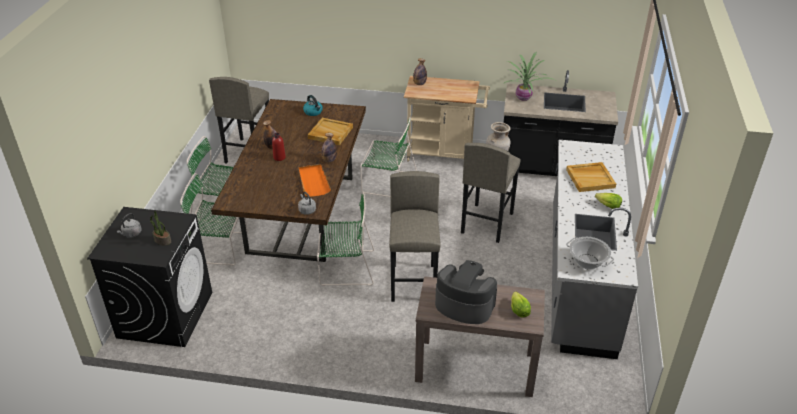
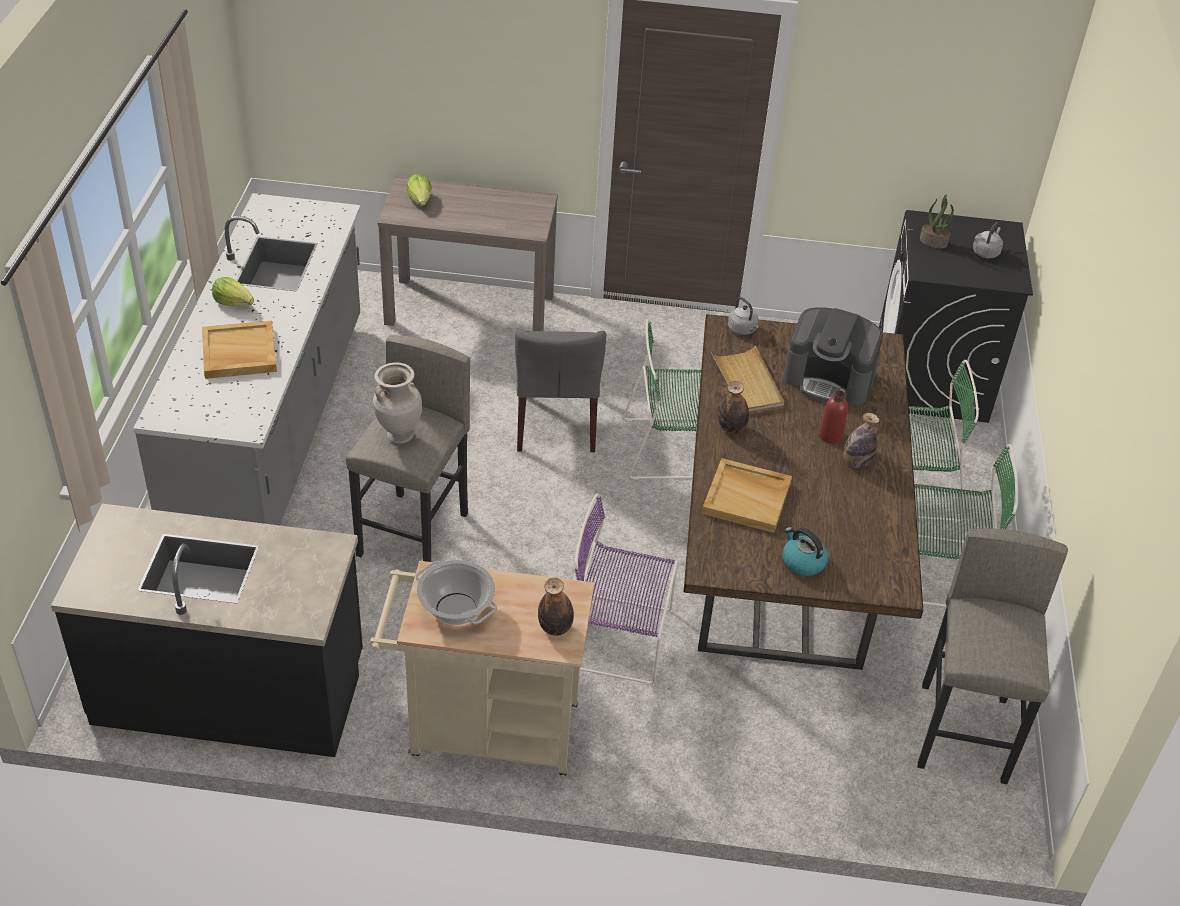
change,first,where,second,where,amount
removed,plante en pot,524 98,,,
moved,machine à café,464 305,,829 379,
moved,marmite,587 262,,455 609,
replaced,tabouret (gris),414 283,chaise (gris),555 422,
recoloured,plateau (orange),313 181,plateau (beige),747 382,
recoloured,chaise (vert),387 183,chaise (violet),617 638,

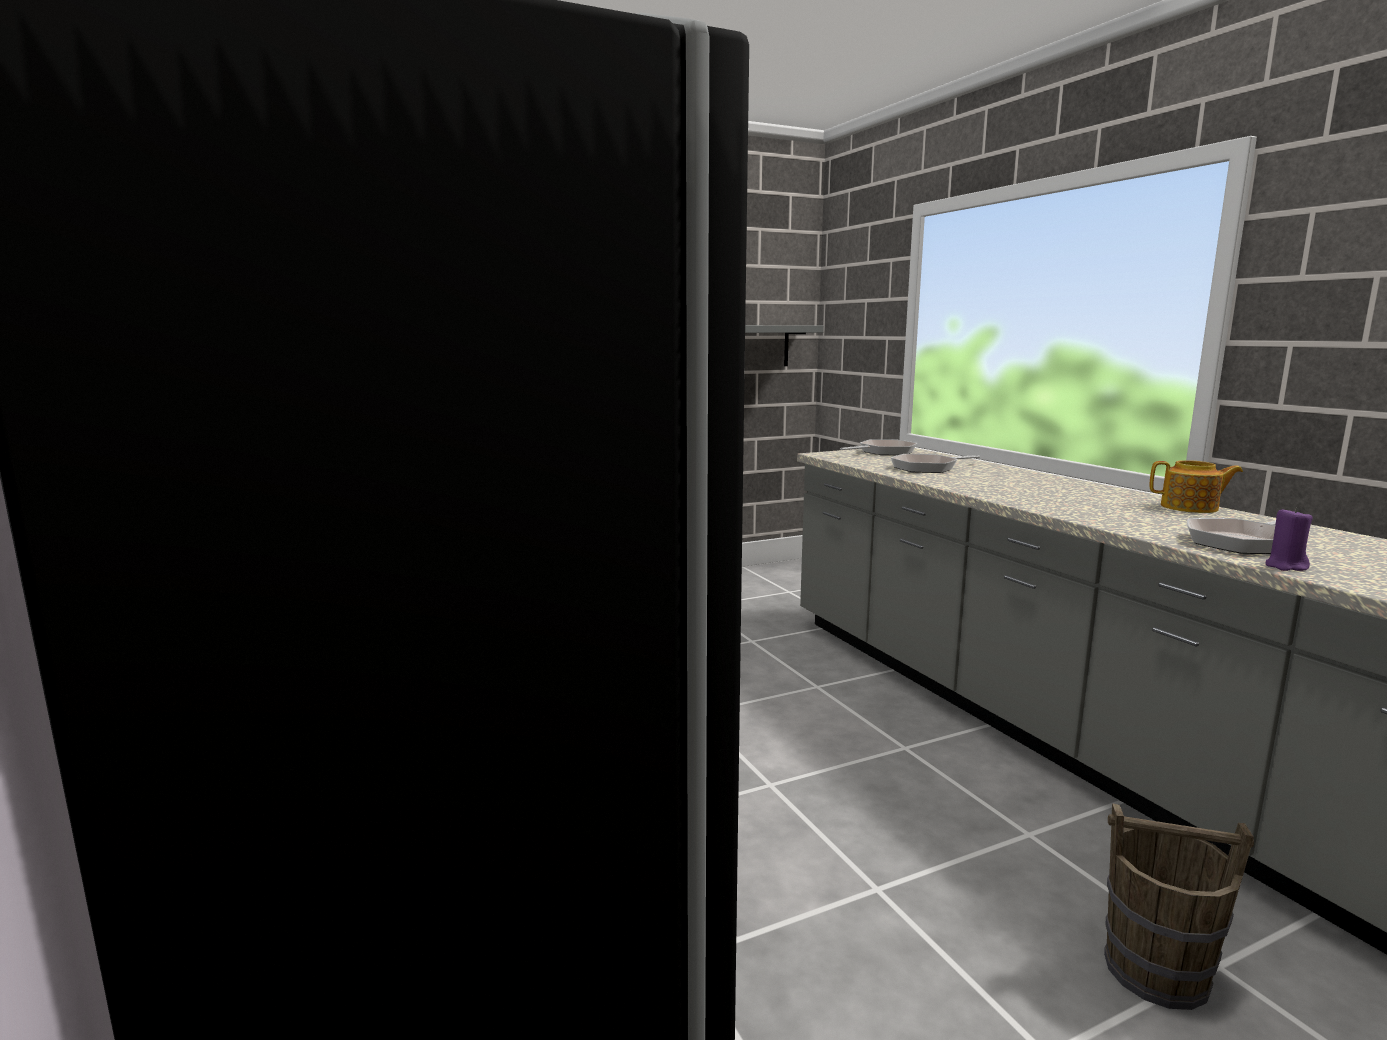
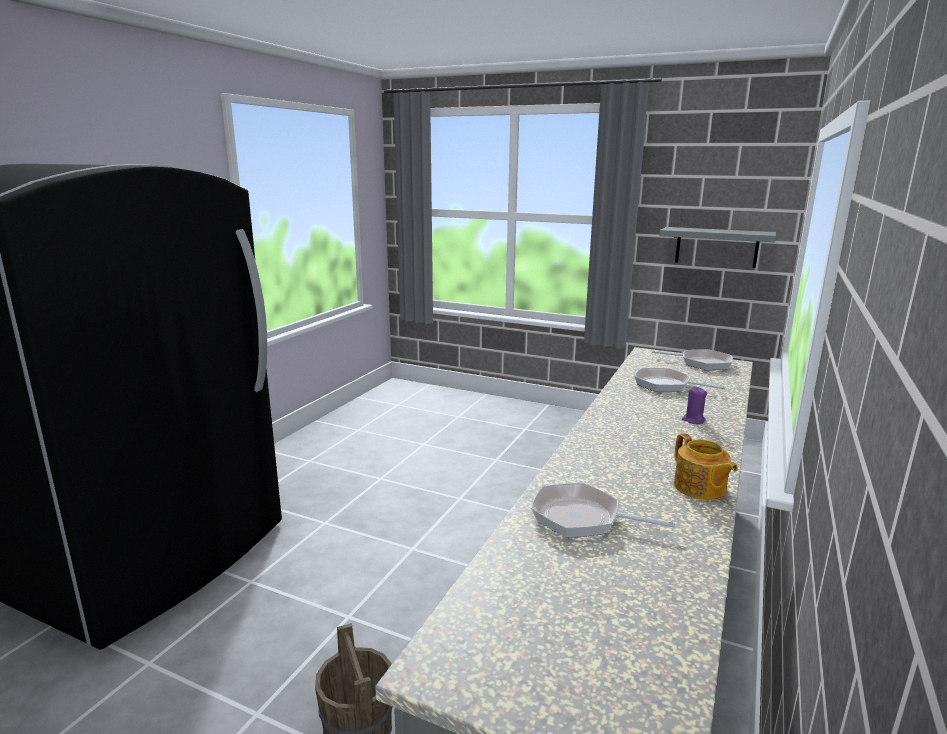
change,first,where,second,where,amount
moved,bougie (violet),1285 566,,693 420,

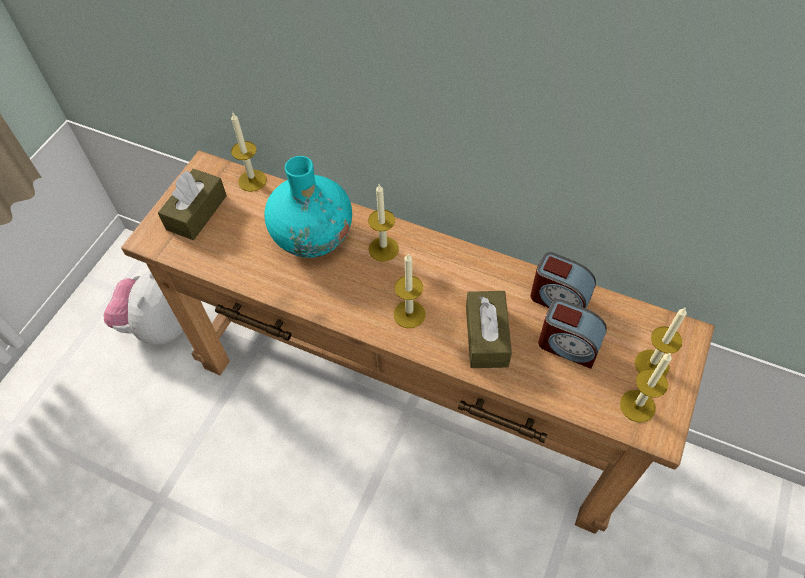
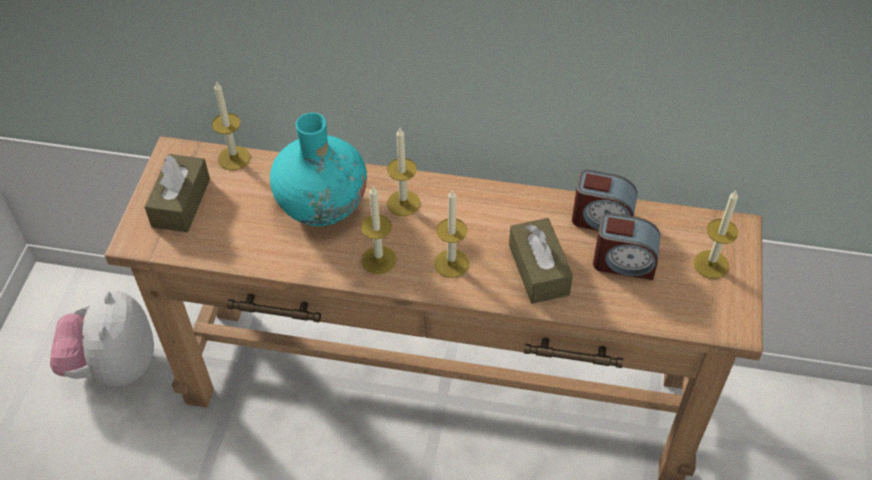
change,first,where,second,where,amount
moved,bougie,637 406,,379 260,

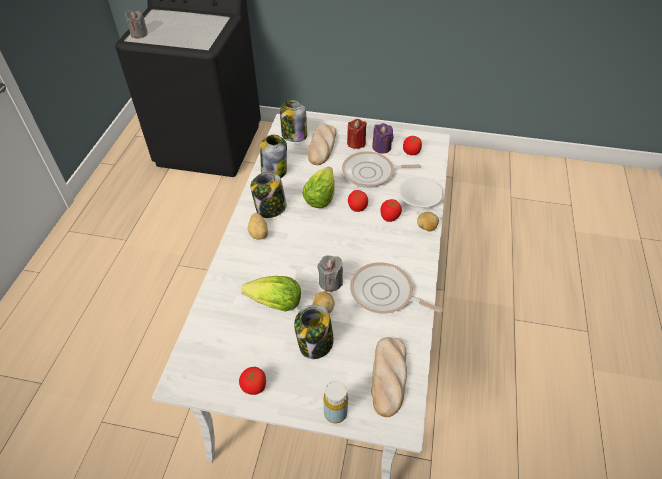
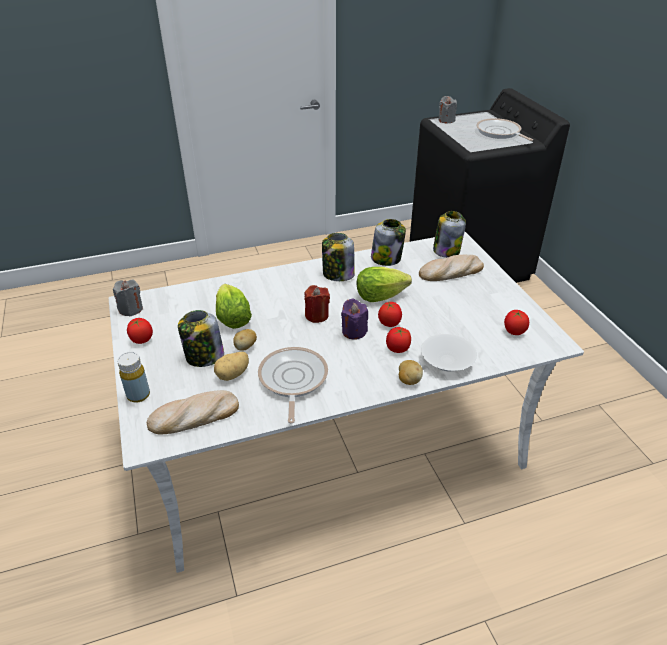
change,first,where,second,where,amount
moved,pomme de terre,259 233,,233 374,
moved,bougie (gris),330 282,,131 309,
moved,poêle,371 173,,499 133,
moved,bougie (rouge),356 143,,316 315,
moved,bougie (violet),381 147,,354 331,

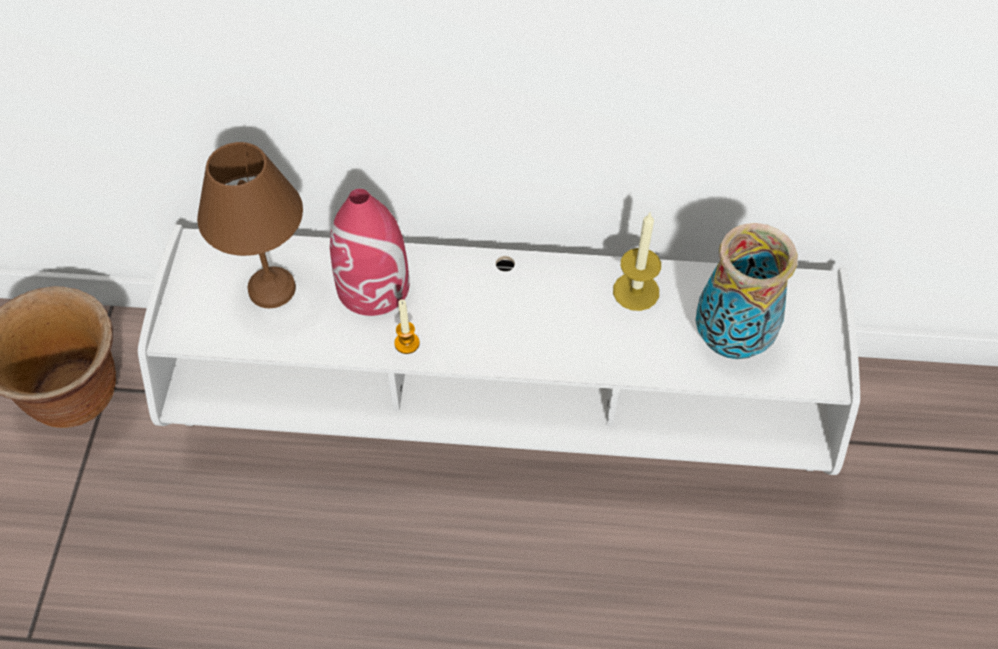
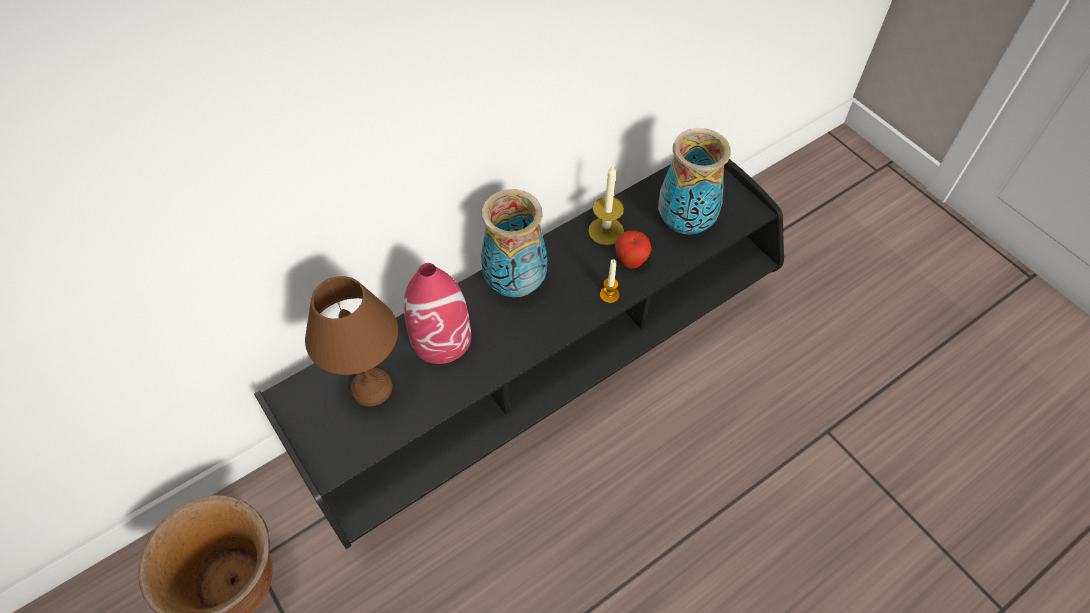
change,first,where,second,where,amount
added,,,vase,516 284,
added,,,pomme,630 262,
moved,bougie,407 343,,609 295,
recoloured,meuble télé (blanc),500 414,meuble télé (noir),545 376,

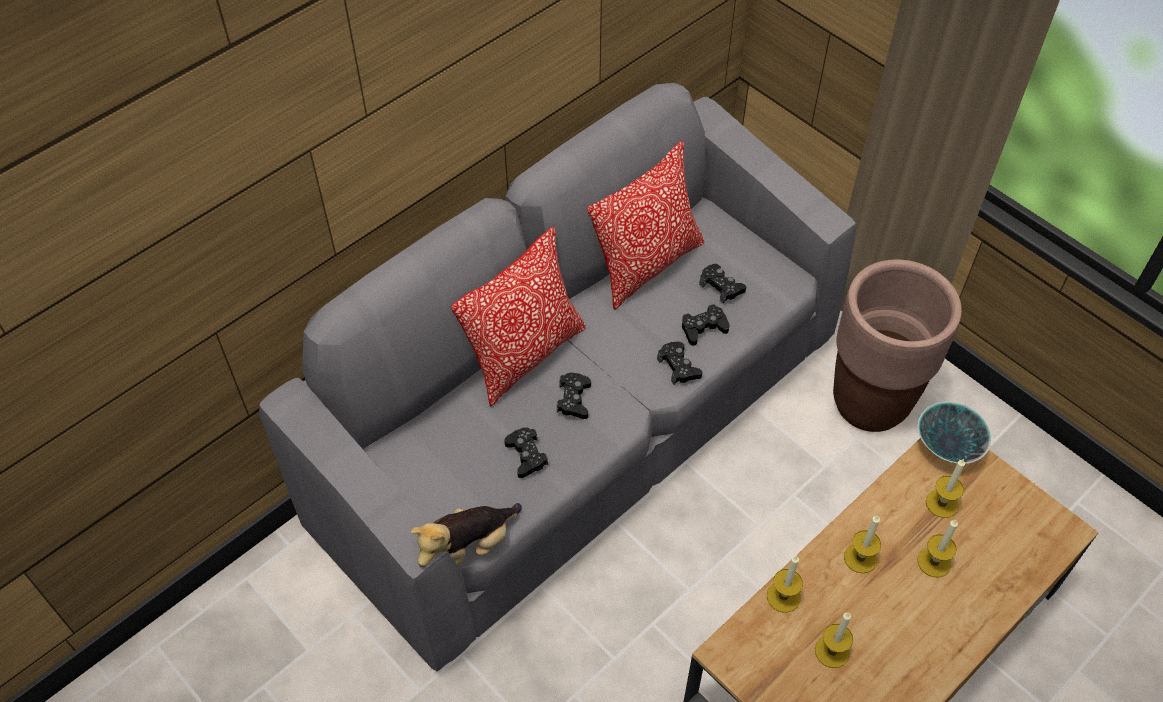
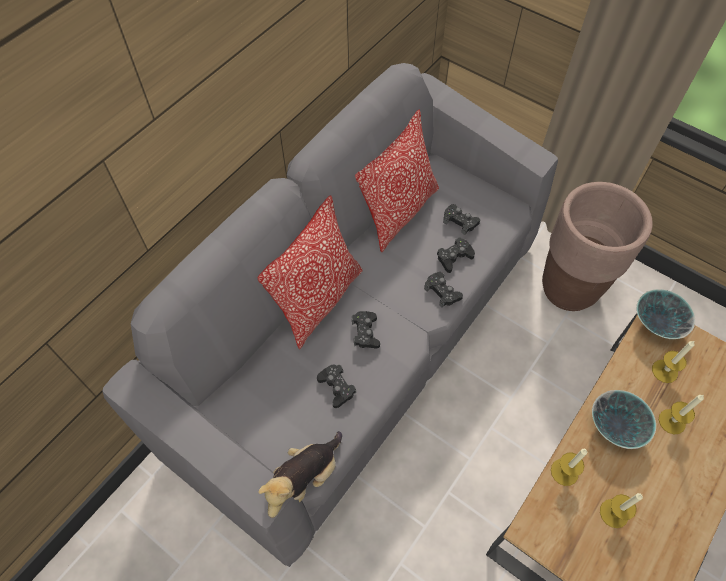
change,first,where,second,where,amount
replaced,bougie,860 558,bol,615 428,

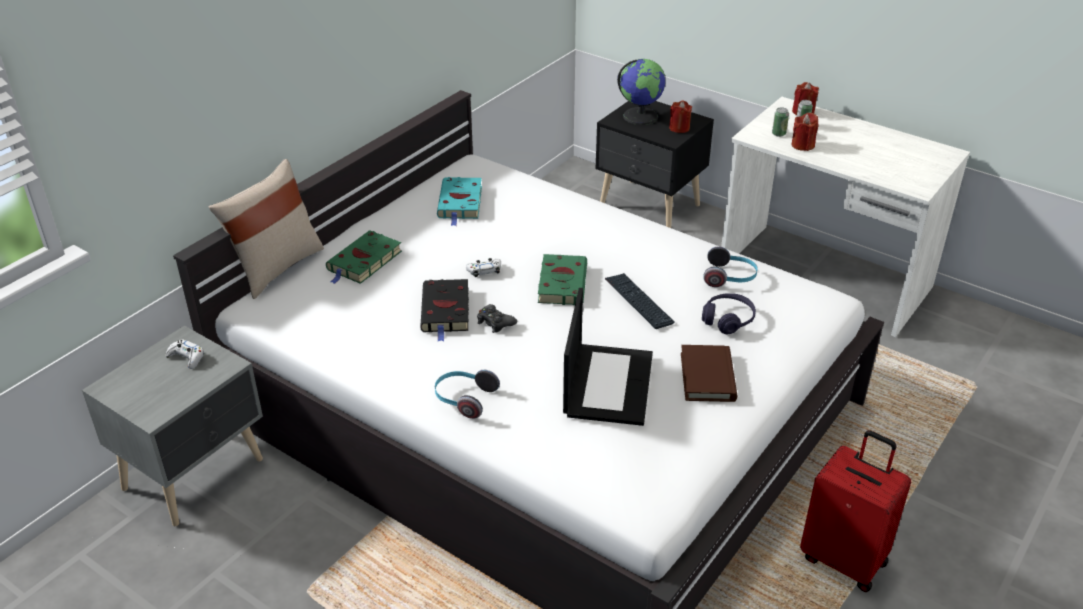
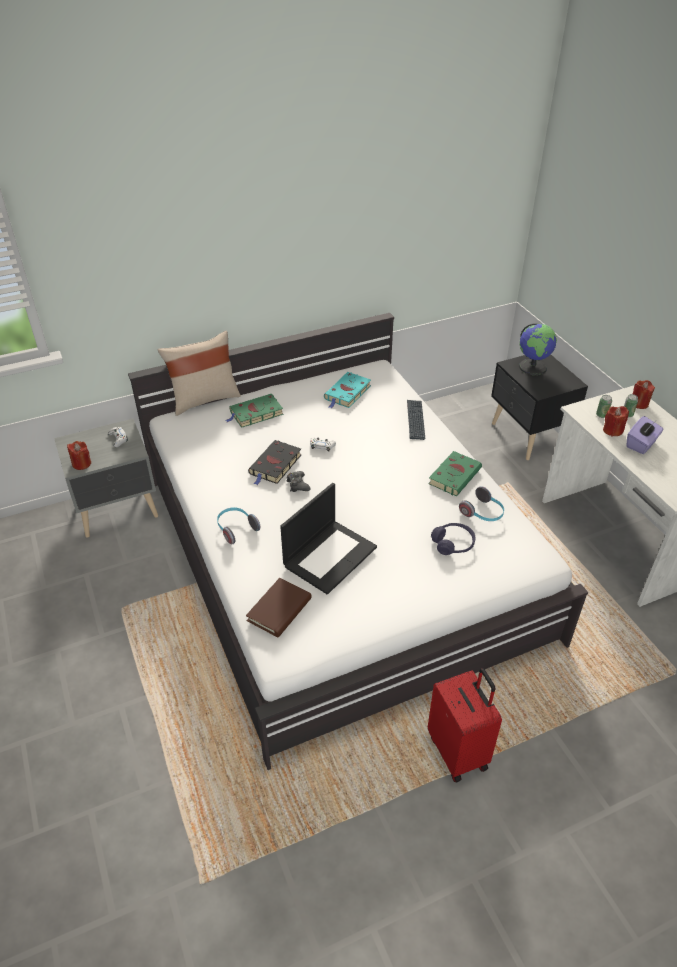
change,first,where,second,where,amount
added,,,boîte à mouchoirs (violet),641 444,
moved,livre (vert),562 282,,455 475,
moved,clavier,638 302,,415 420,
moved,bougie (rouge),679 128,,81 464,
moved,livre (marron),707 377,,279 610,

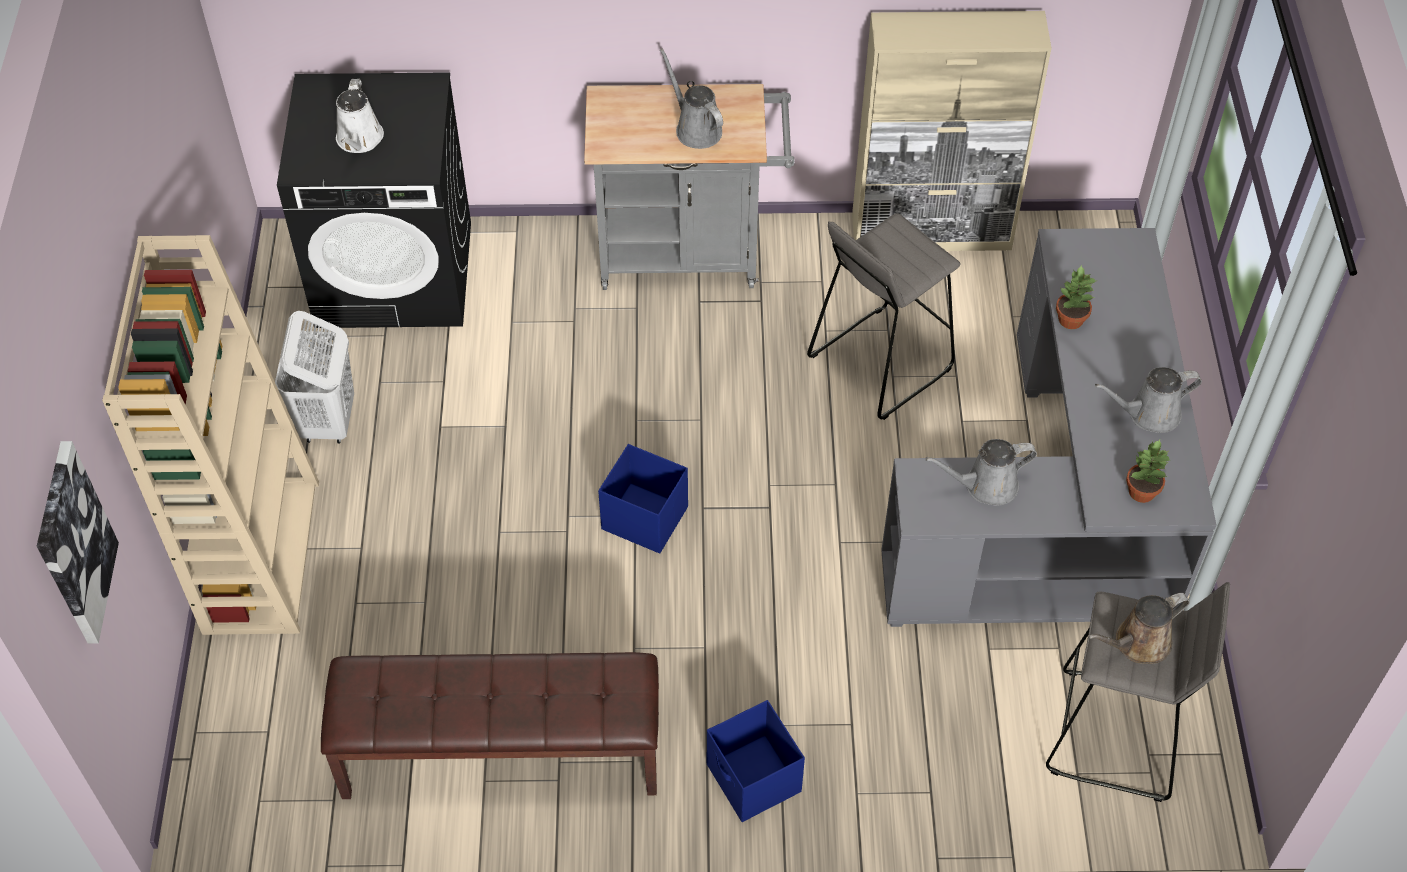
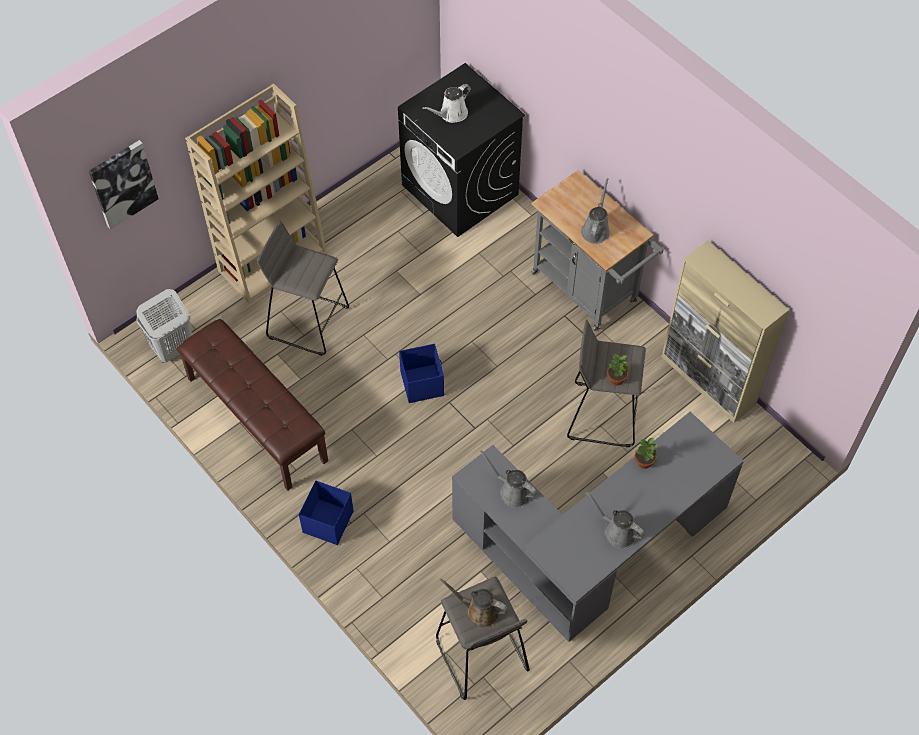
change,first,where,second,where,amount
added,,,tabouret (gris),308 321,
moved,panier à linge (blanc),328 422,,172 348,
moved,plante en pot,1141 492,,616 379,

